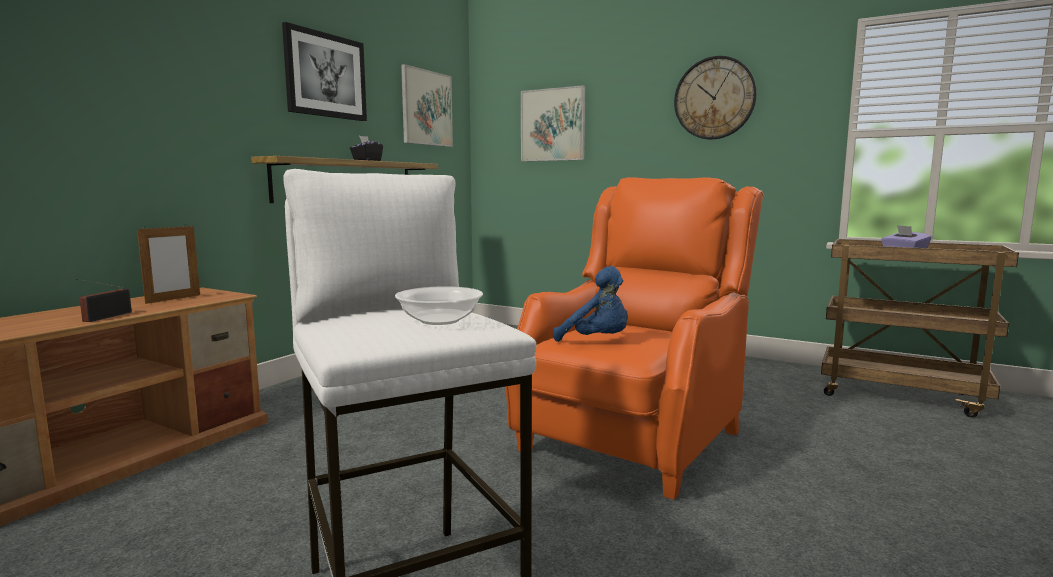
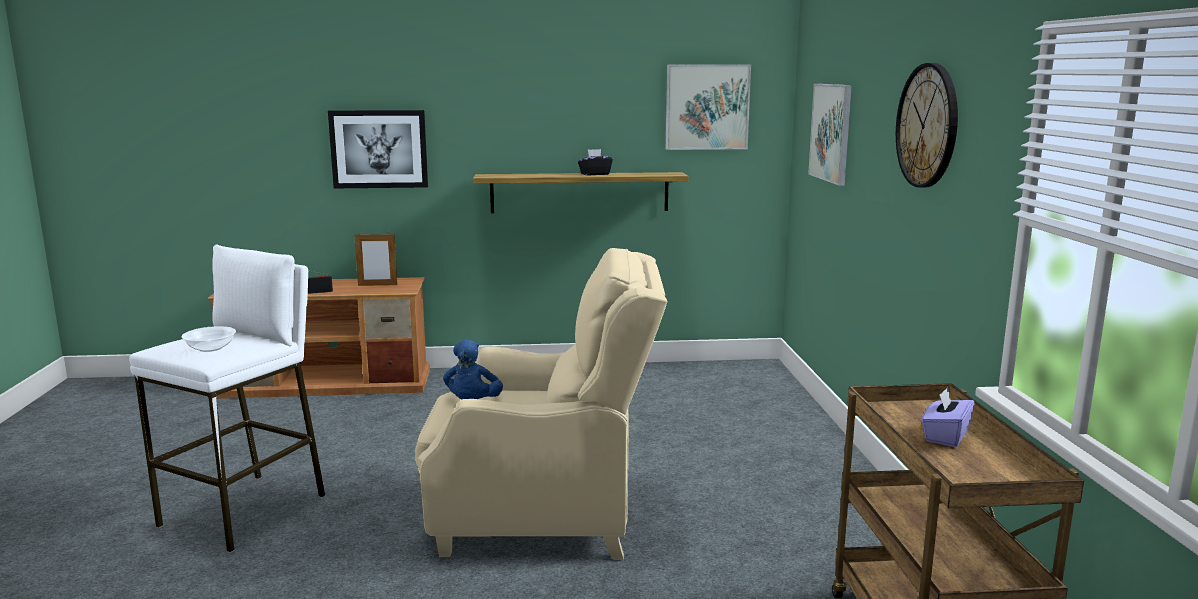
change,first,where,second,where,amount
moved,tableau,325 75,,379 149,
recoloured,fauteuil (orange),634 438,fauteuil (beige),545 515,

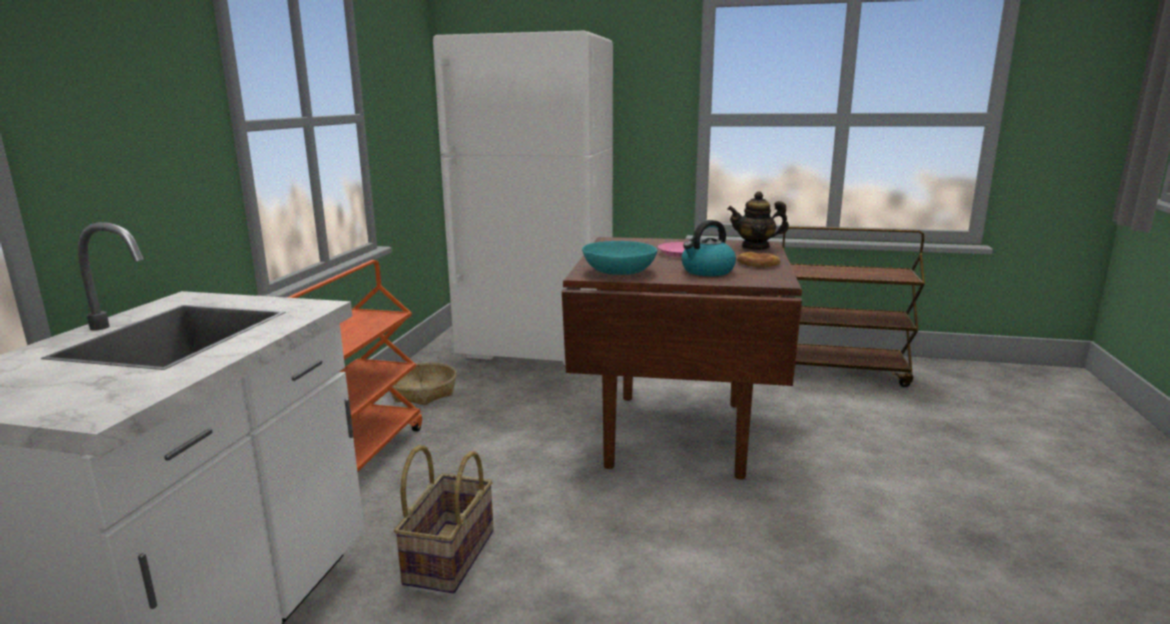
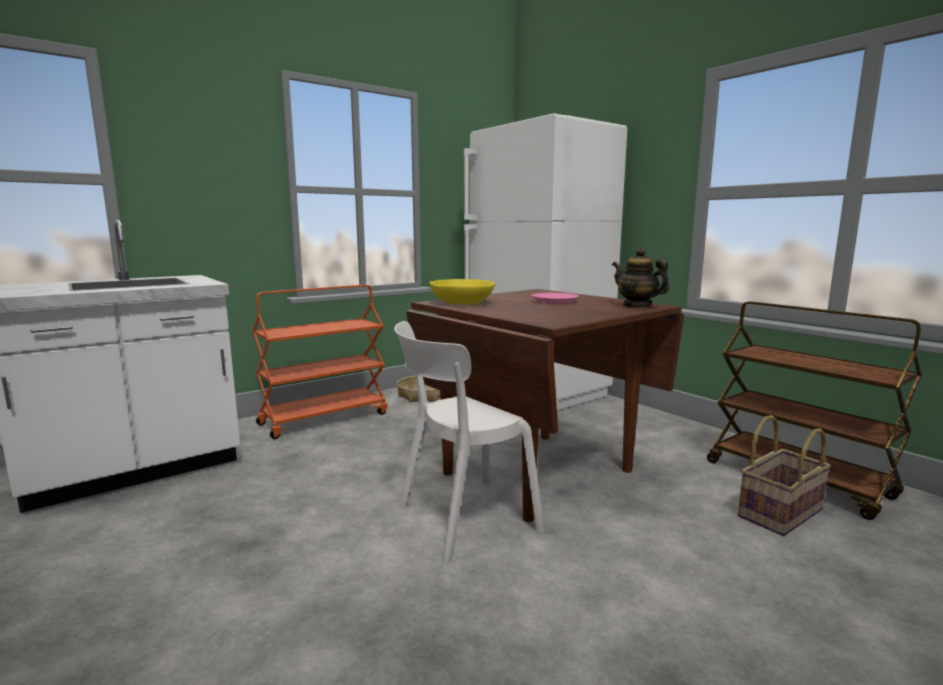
change,first,where,second,where,amount
removed,bouilloire,707 271,,,
removed,pain,758 263,,,
added,,,chaise (blanc),462 520,
moved,panier,448 556,,779 512,
recoloured,bol (turquoise),619 272,bol (jaune),462 303,

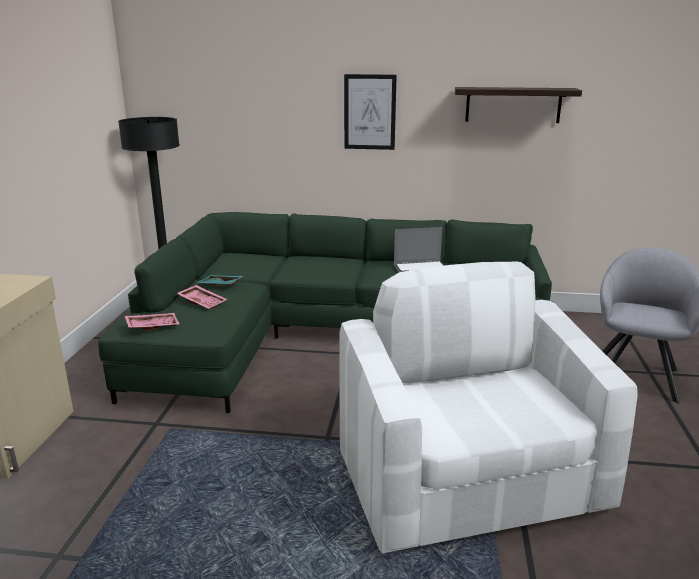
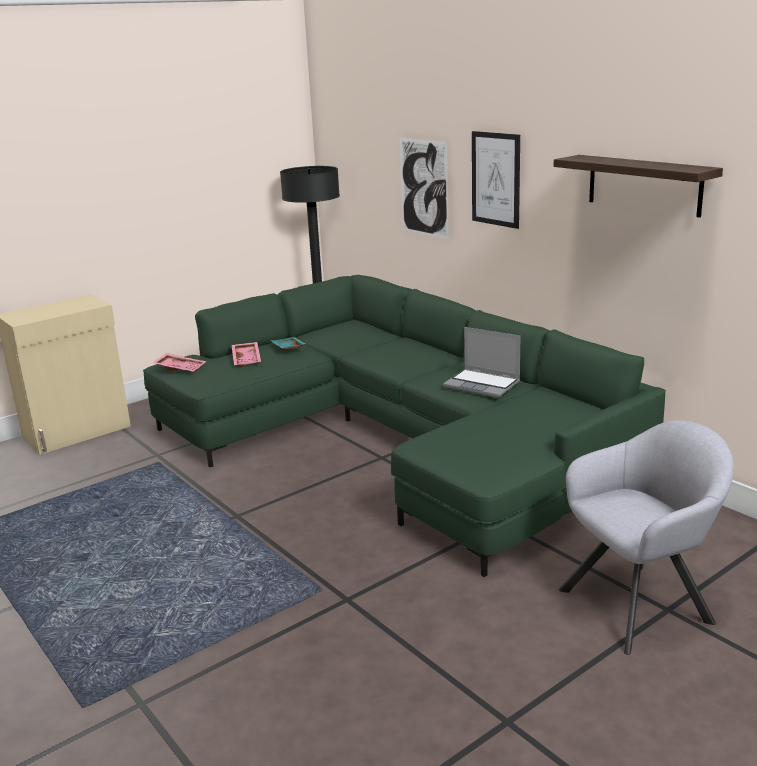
change,first,where,second,where,amount
removed,fauteuil (blanc),470 482,,,
added,,,tableau,424 187,

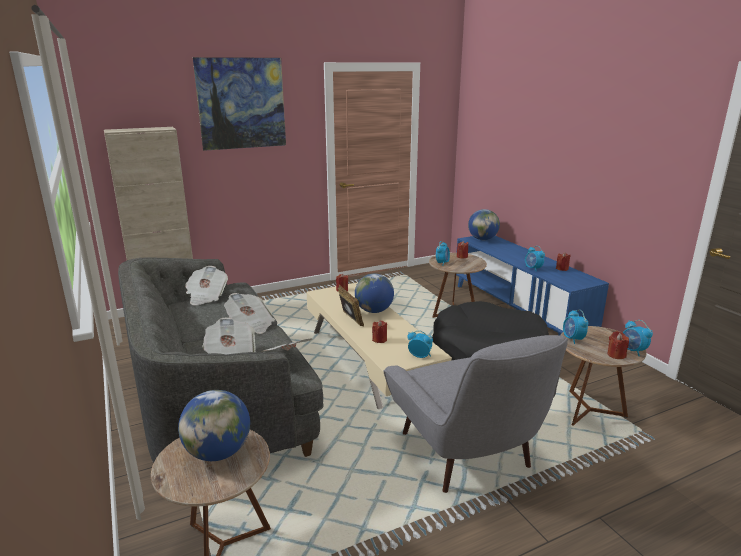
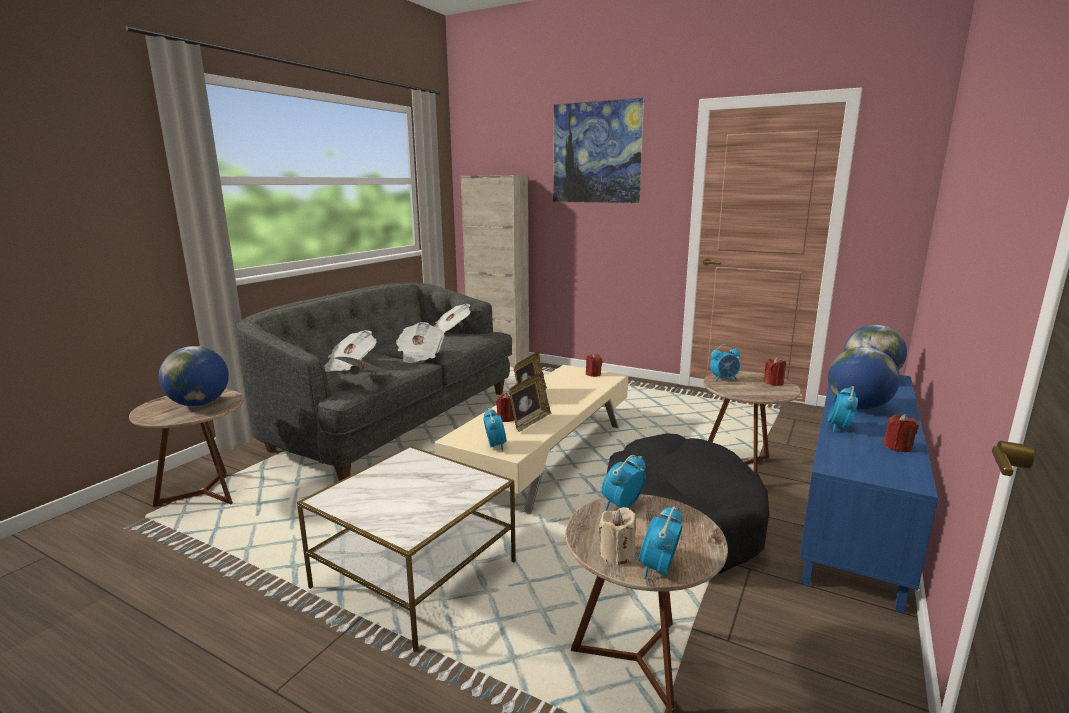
change,first,where,second,where,amount
added,,,cadre photo,529 422,
moved,globe,374 311,,858 407,
replaced,fauteuil (gris),468 455,table d'appoint,415 575,
recoloured,bougie (rouge),616 355,bougie (beige),617 554,

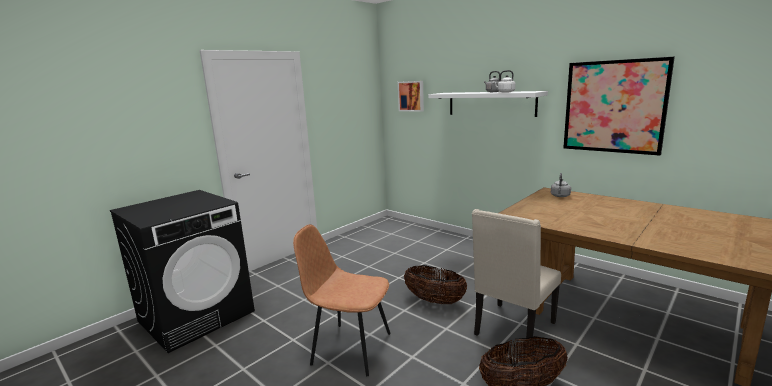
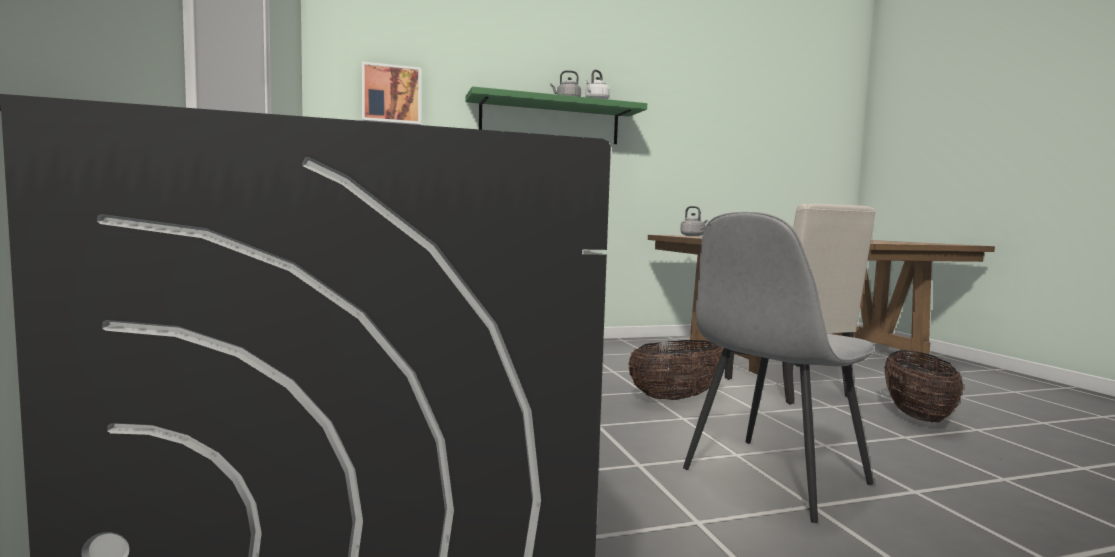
change,first,where,second,where,amount
removed,tableau,614 106,,,
recoloured,chaise (marron),350 348,chaise (gris),772 477,
recoloured,étagère (blanc),490 103,étagère (vert),550 121,

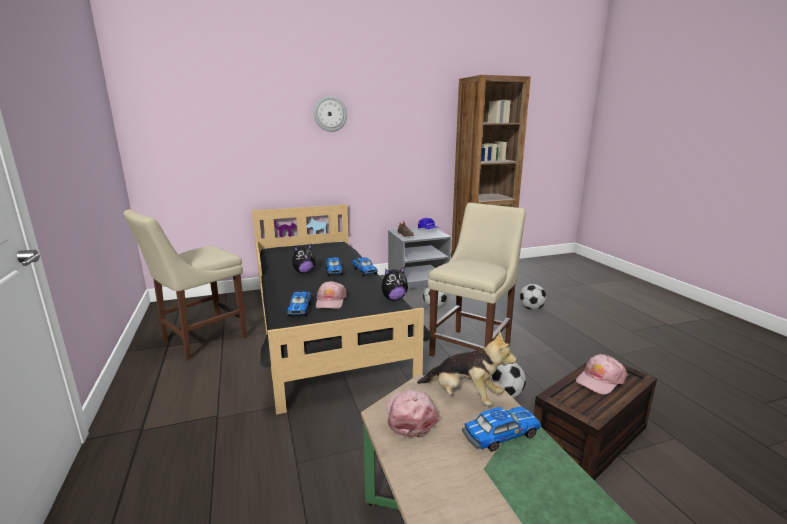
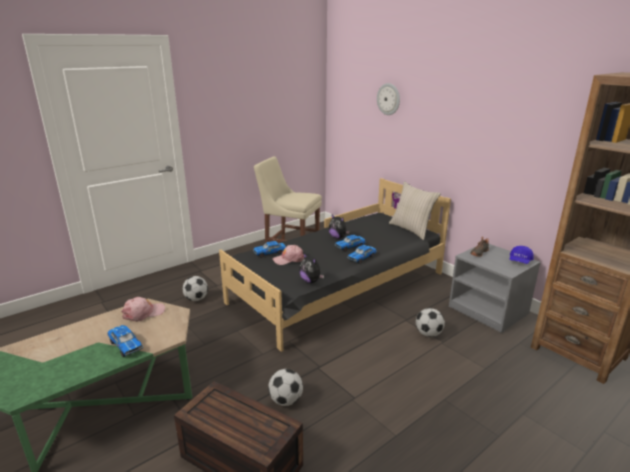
change,first,where,second,where,amount
removed,peluche,464 396,,,
removed,chaise (beige),473 348,,,
removed,casquette (rose),600 380,,,
added,,,coussin (beige),411 230,
moved,horloge murale,330 114,,388 99,
moved,ballon de foot,531 308,,196 299,

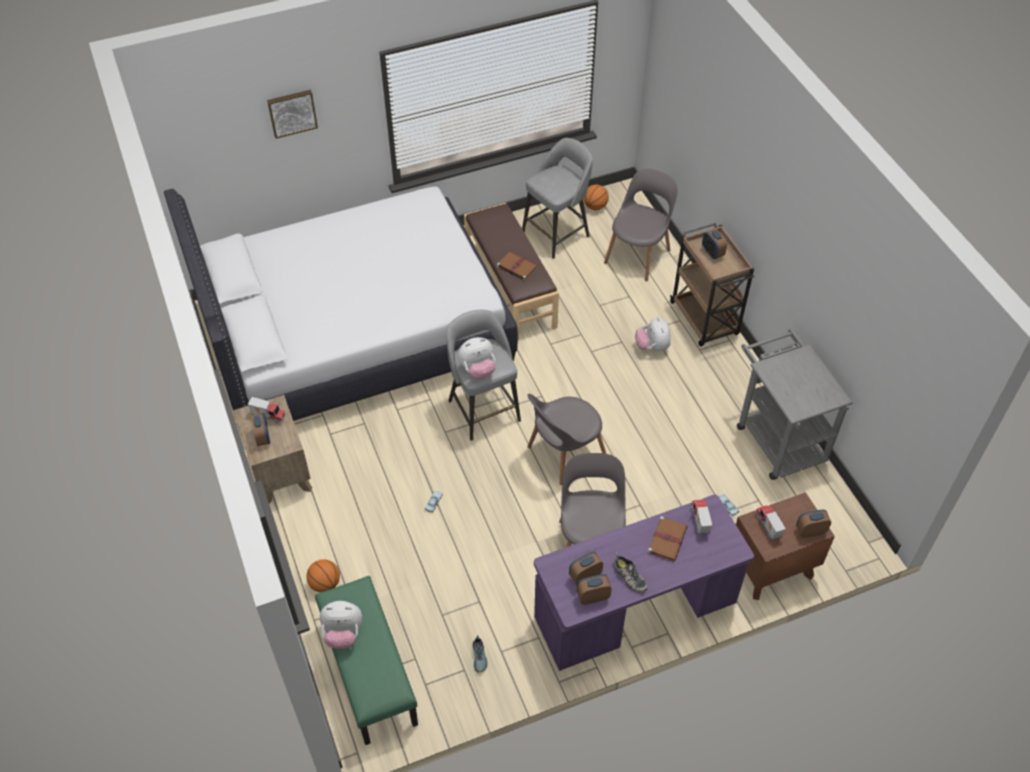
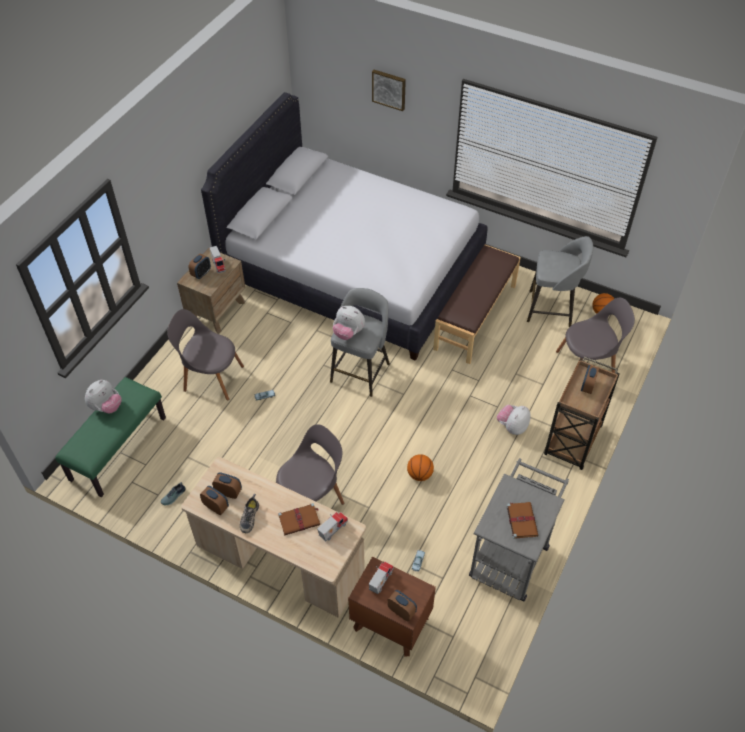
change,first,where,second,where,amount
moved,ballon de basket,325 584,,419 474,
moved,livre (marron),516 267,,521 520,
moved,chaise (gris),564 453,,211 377,
recoloured,bureau (violet),635 611,bureau (beige),280 560,
turned,peluche,343 633,,106 407,105 degrees counterclockwise

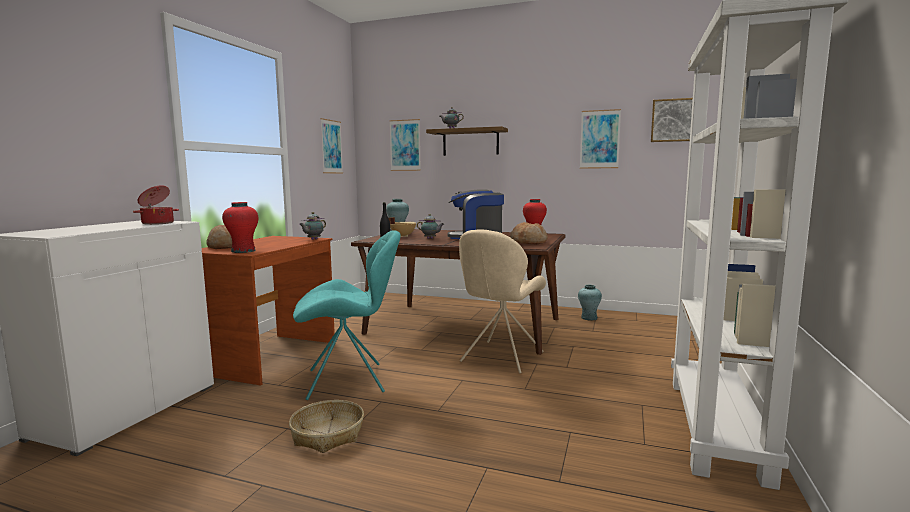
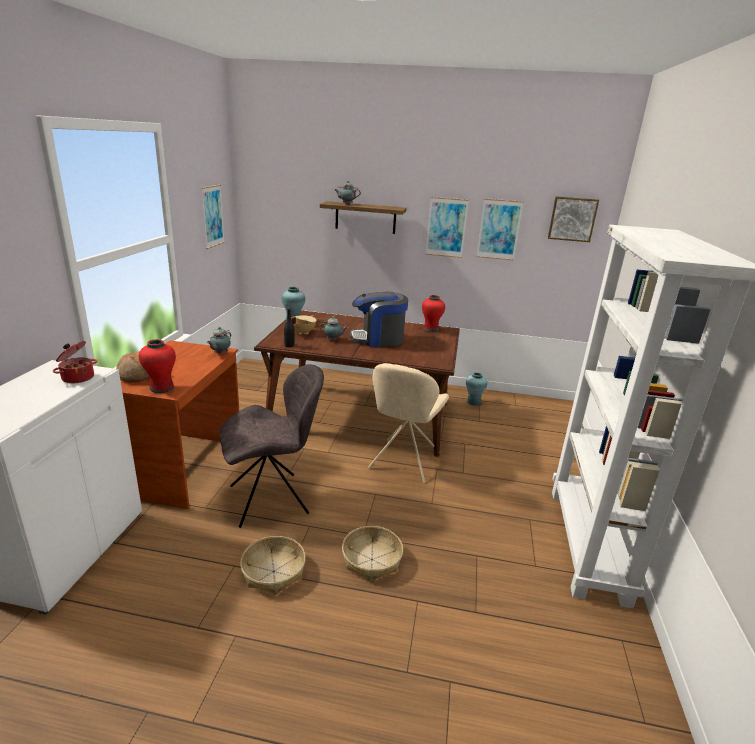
change,first,where,second,where,amount
removed,pain,528 242,,,
added,,,panier,371 559,
moved,tableau,405 145,,446 227,
recoloured,chaise (turquoise),349 380,chaise (gris),272 499,

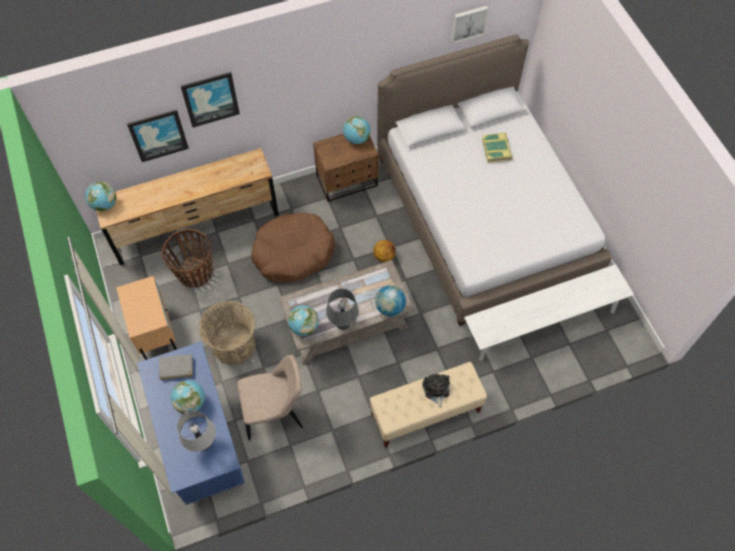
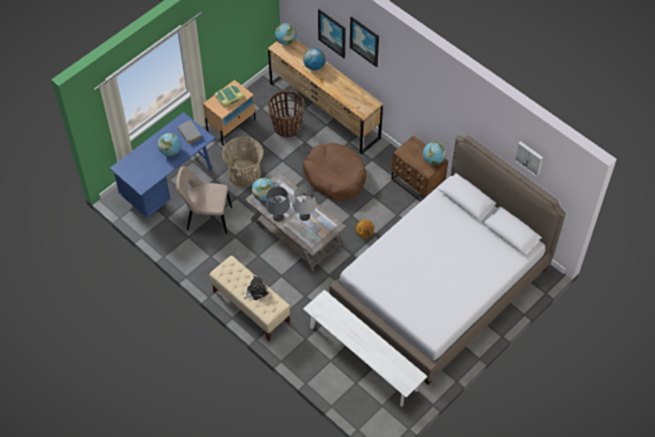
change,first,where,second,where,amount
moved,lampe de table (gris),203 443,,304 216,
moved,globe,390 307,,314 66,
moved,livre,496 149,,230 98,
turned,chaise (beige),275 413,,207 218,135 degrees clockwise

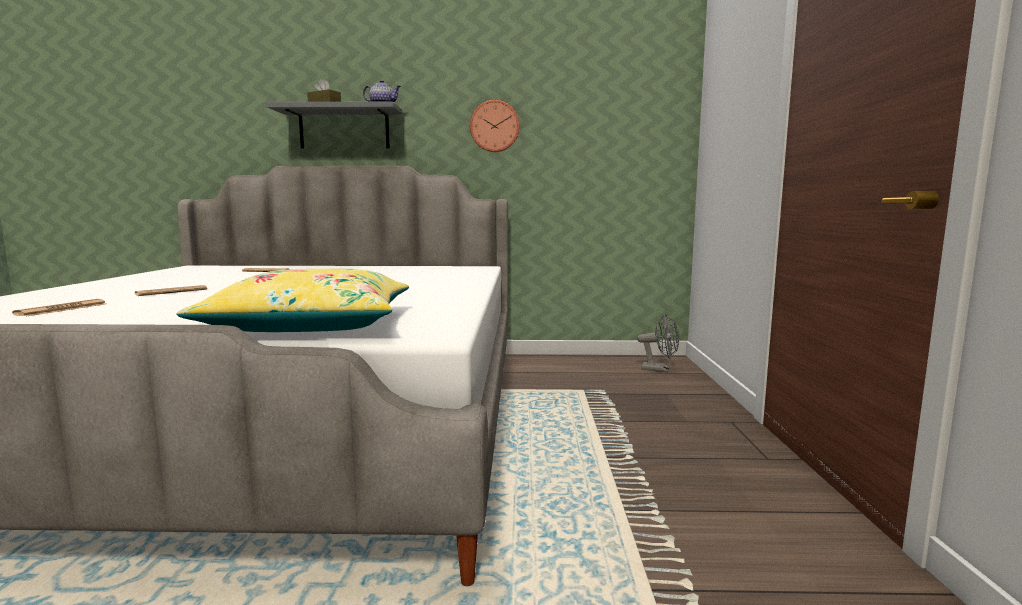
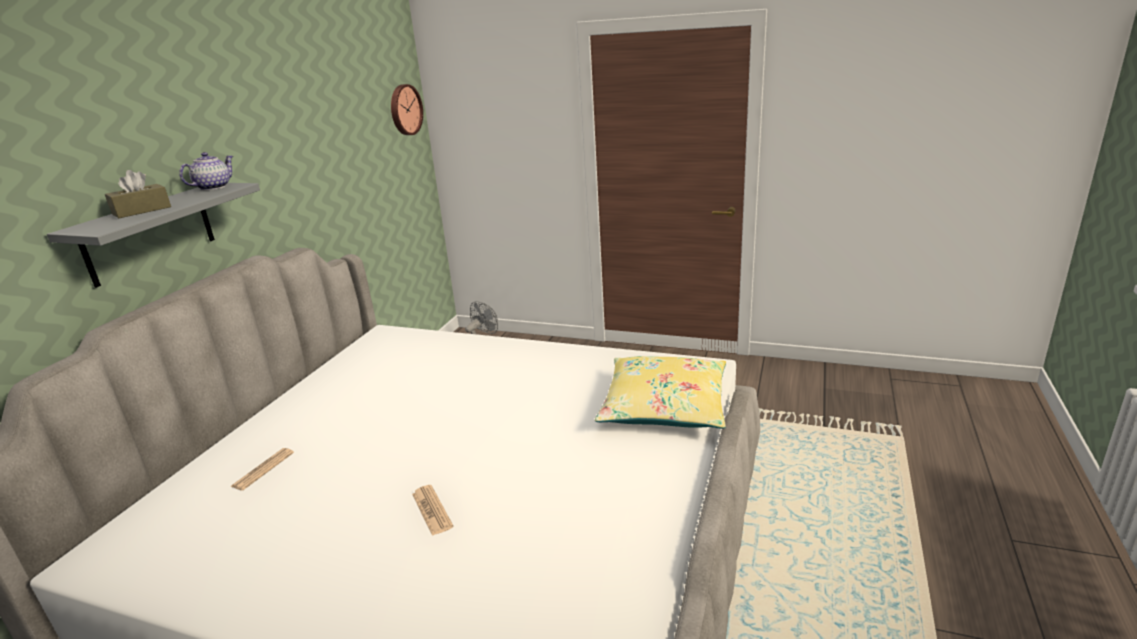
change,first,where,second,where,amount
removed,journal,62 309,,,
moved,horloge murale,494 126,,404 110,

